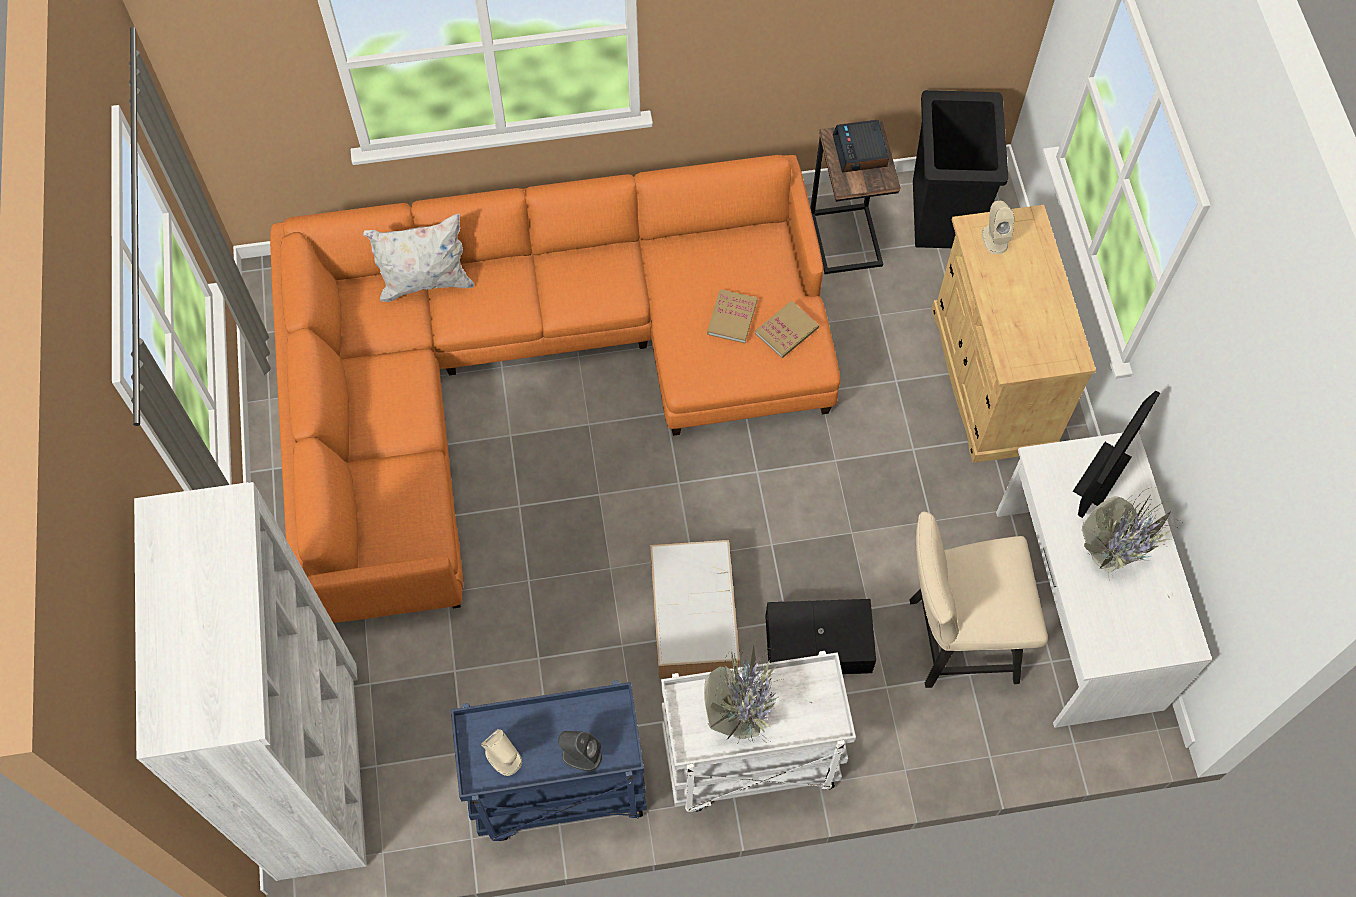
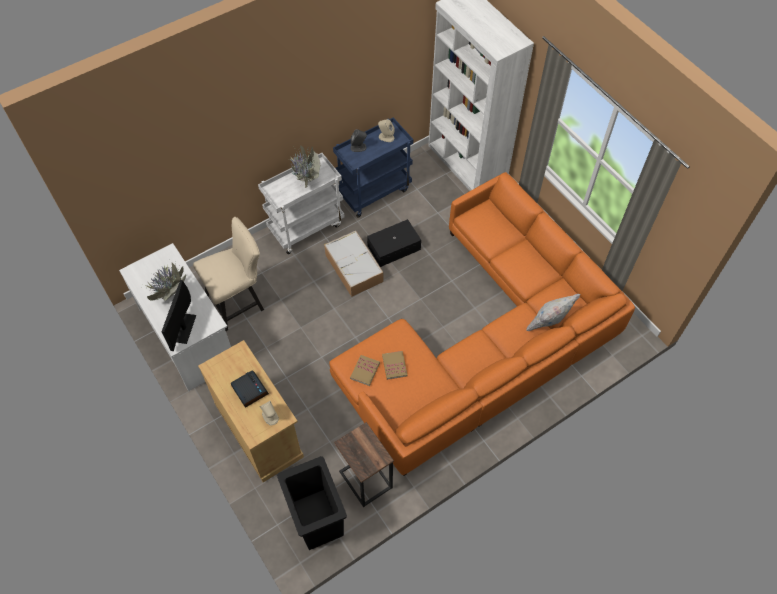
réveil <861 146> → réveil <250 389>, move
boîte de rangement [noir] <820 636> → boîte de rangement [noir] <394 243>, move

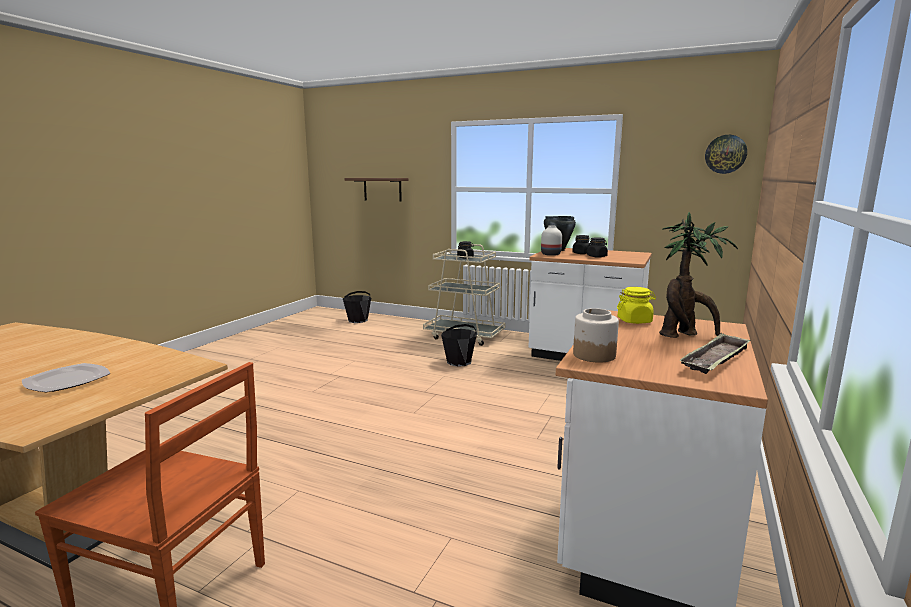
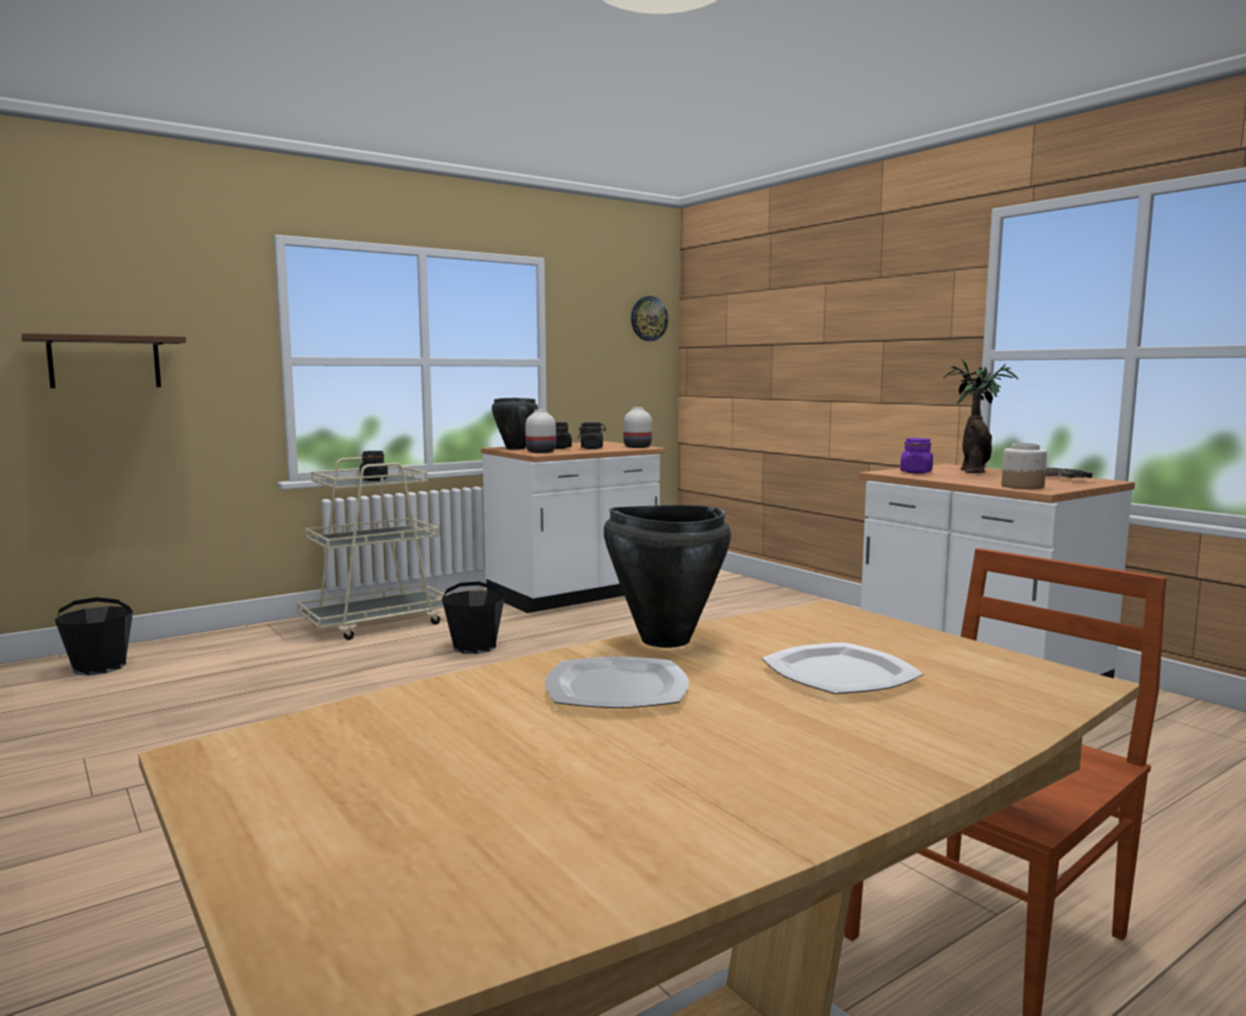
bocal [jaune] <636 305> → bocal [violet] <916 455>
- → vase [blanc] <638 427>
- → marmite [noir] <667 576>
- → assiette <617 682>

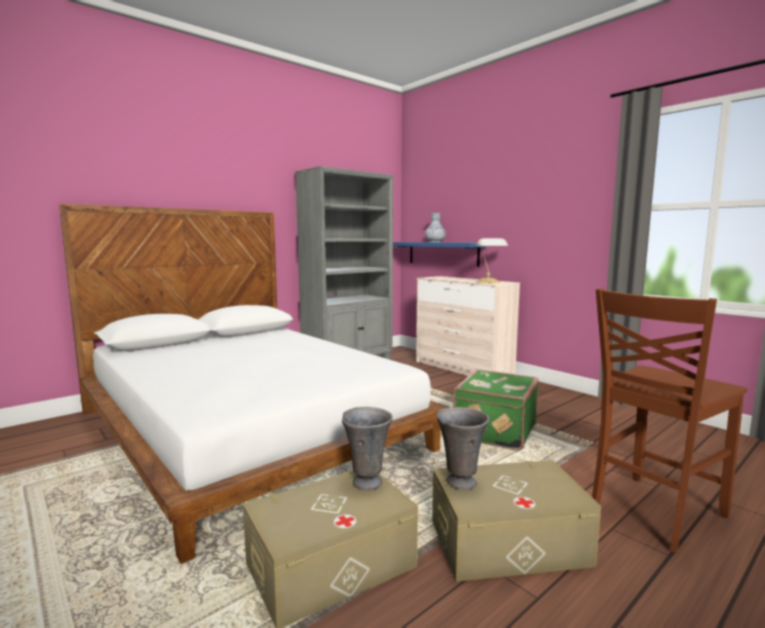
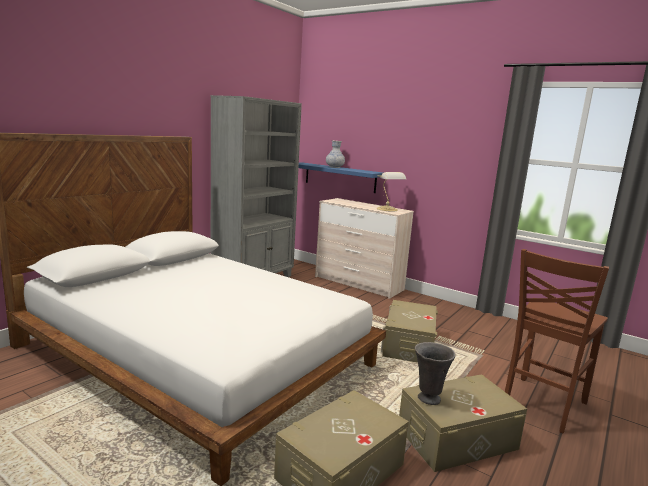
valise [vert] <496 410> → boîte de rangement [beige] <409 331>
vase [gris] <367 448> → -

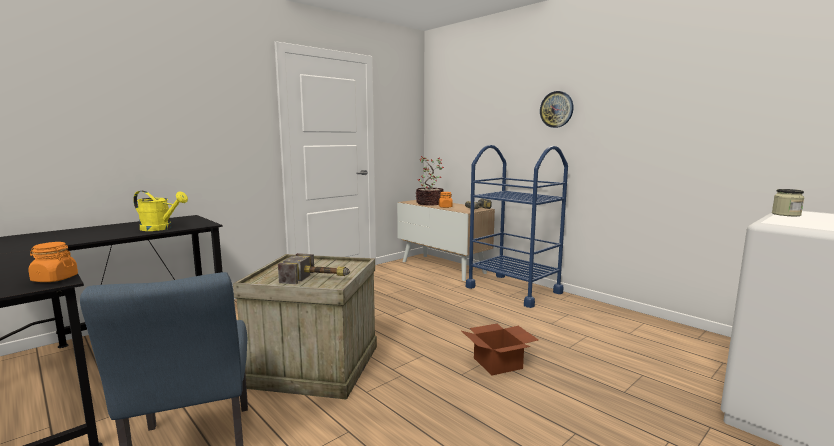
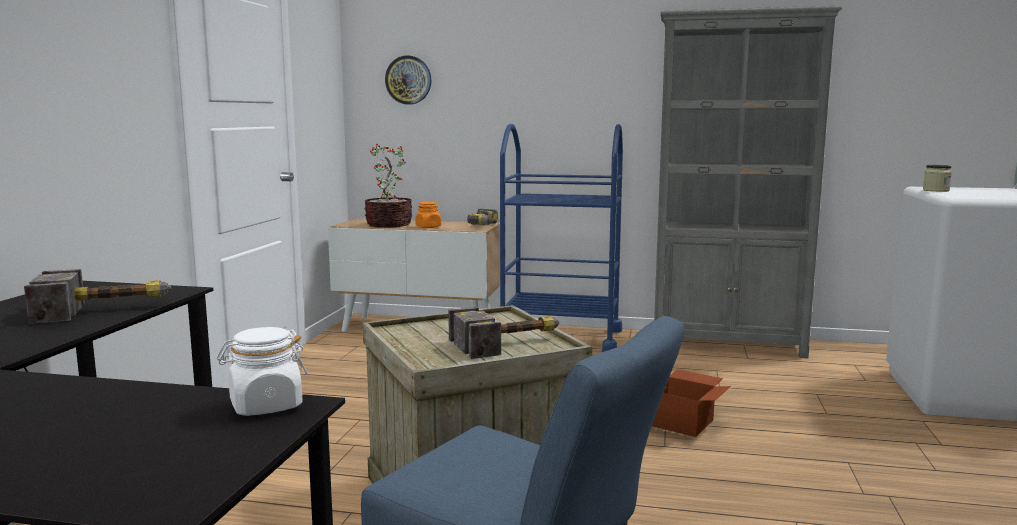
horloge murale <556 109> → horloge murale <408 80>, move
arrosoir [jaune] <160 211> → marteau <97 296>
bocal [orange] <53 262> → bocal [blanc] <262 371>
- → bibliothèque [gris] <748 182>

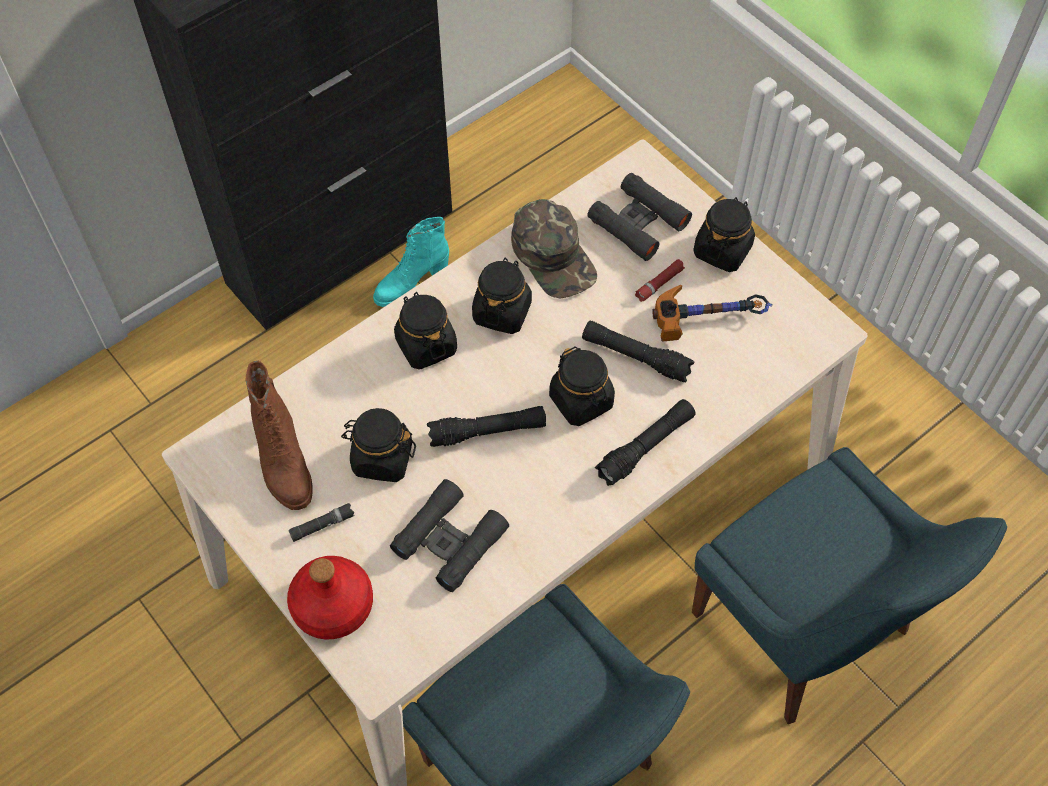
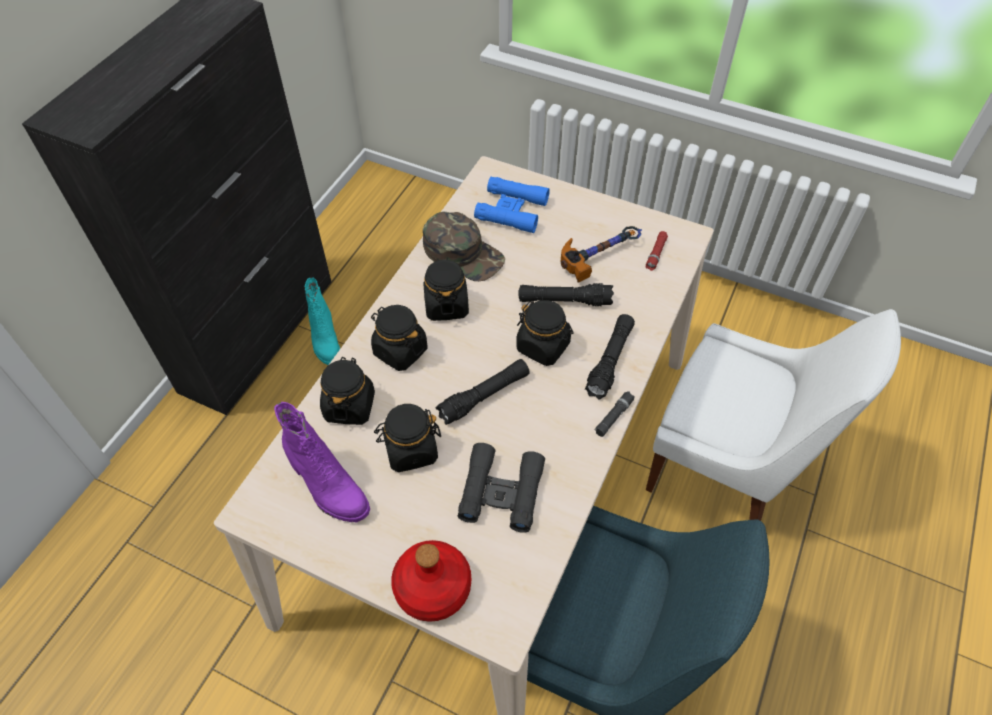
jumelles [noir] <639 217> → jumelles [bleu] <512 205>
bocal [noir] <724 234> → bocal [noir] <347 391>, move
botte [turquoise] <411 262> → botte [turquoise] <322 321>, 45 degrees counterclockwise
lampe de poche [rouge] <660 280> → lampe de poche [rouge] <657 251>, move
botte [marron] <279 435> → botte [violet] <322 462>
chaise [bleu] <849 585> → chaise [blanc] <773 415>
lampe de poche [noir] <321 522> → lampe de poche [noir] <614 414>, move

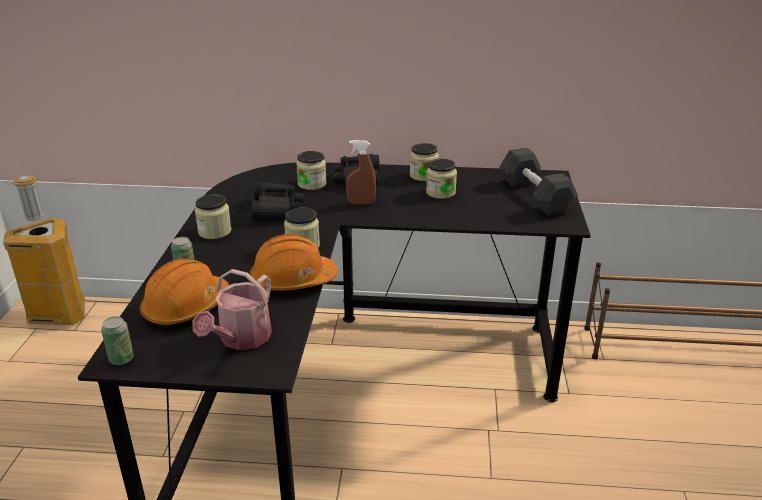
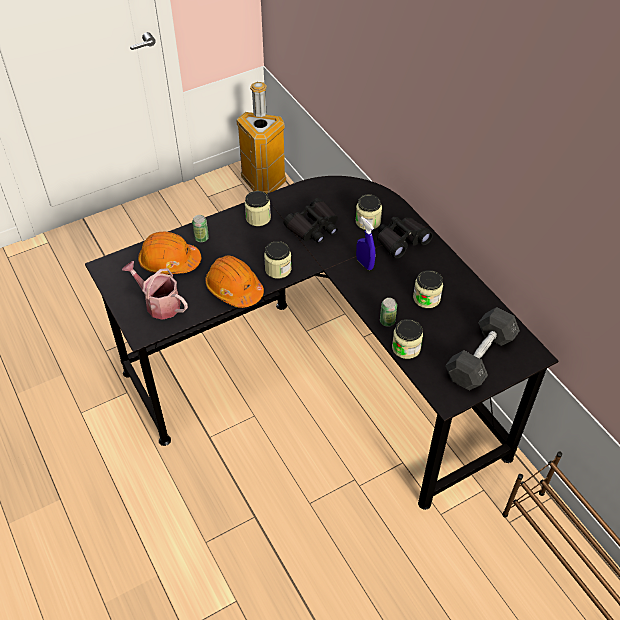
vaporisateur [marron] <361 172> → vaporisateur [bleu] <365 243>
bocal <424 162> → bocal <407 339>, move
arrosoir <232 309> → arrosoir <155 290>, 45 degrees clockwise
boîte métallique <117 340> → boîte métallique <388 312>, move

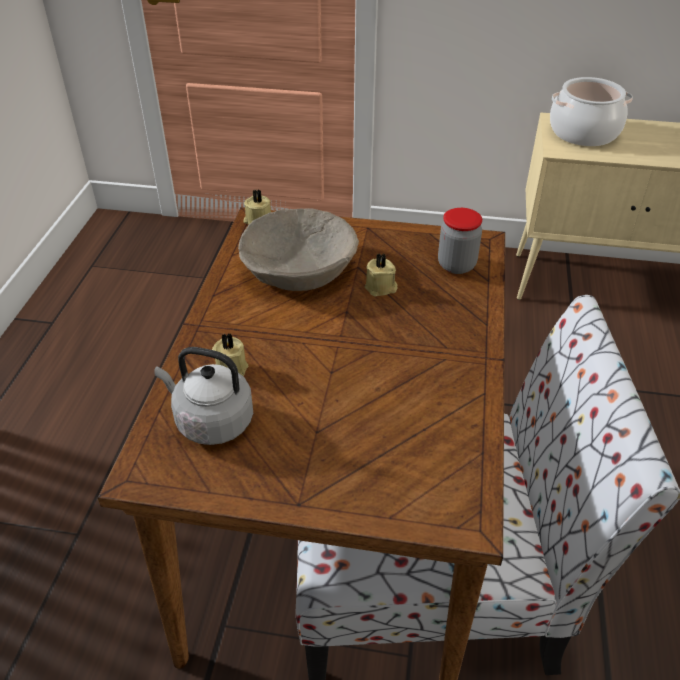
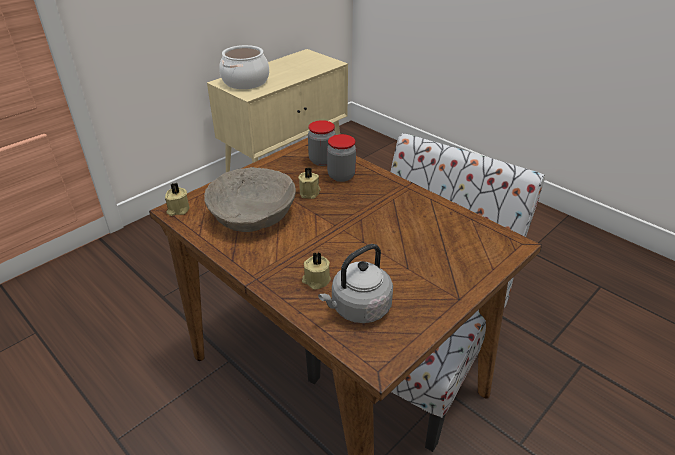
- → bocal <341 158>

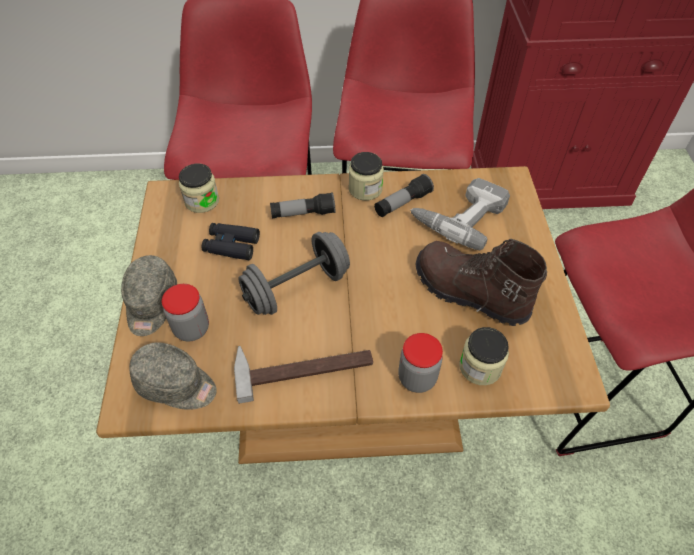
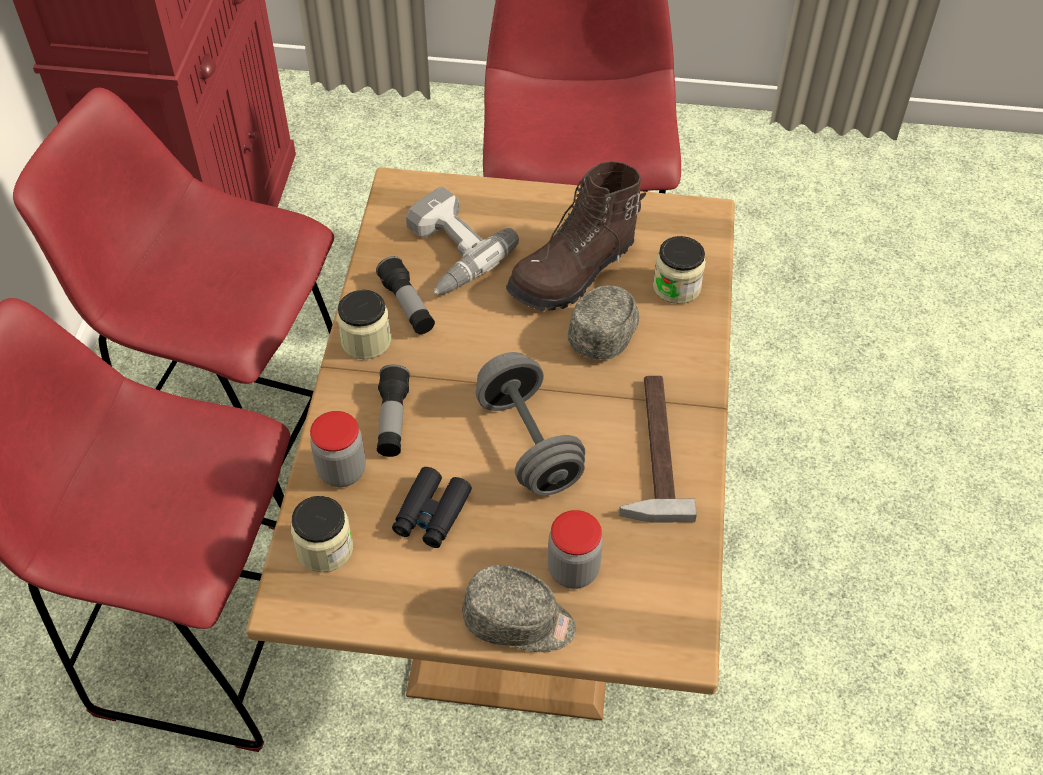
bocal <420 363> → bocal <338 449>, move
casquette [gris] <173 376> → casquette [gris] <603 322>, move

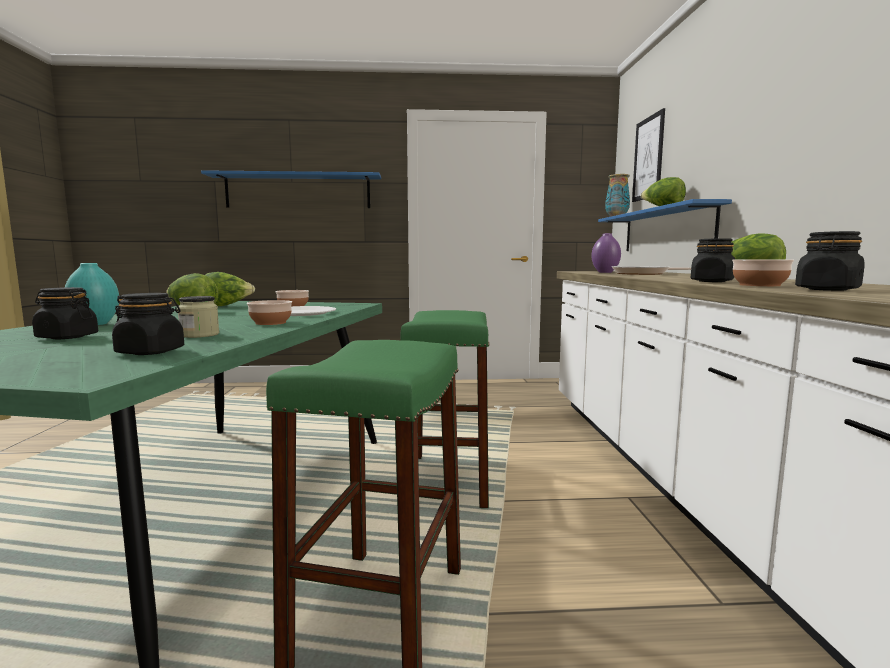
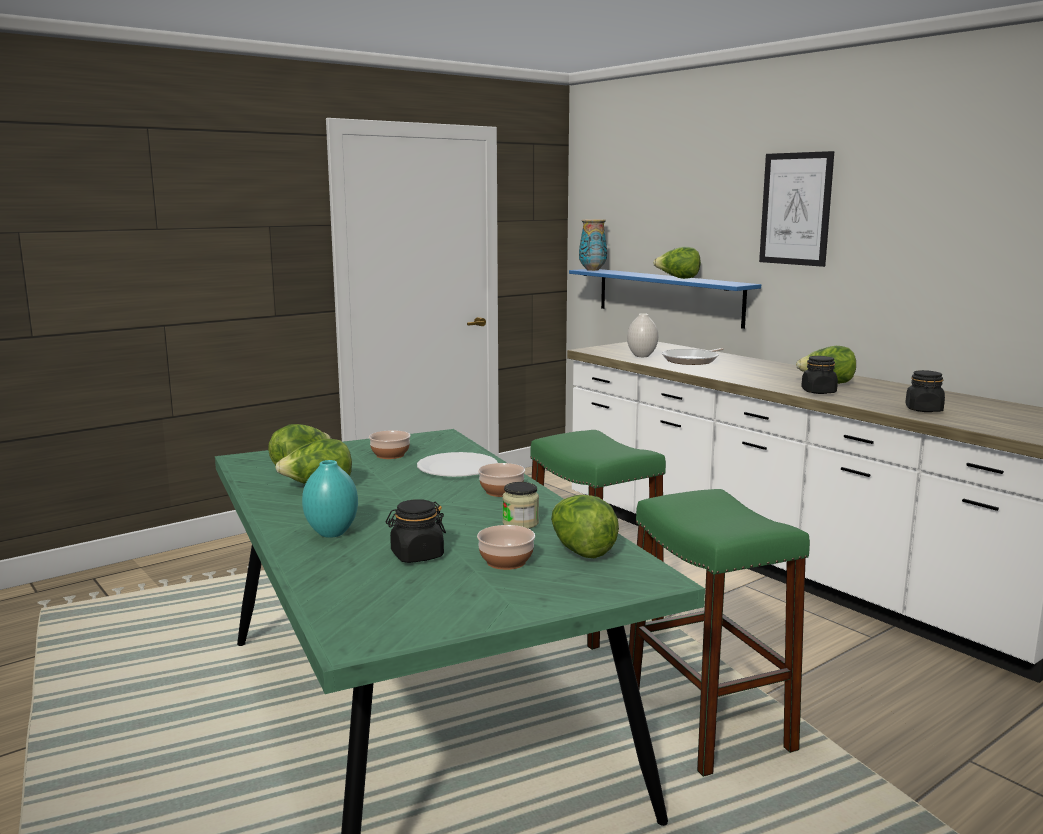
tableau <648 155> → tableau <796 209>, move
étagère [bleu] <291 189> → -
vase [violet] <606 253> → vase [blanc] <642 335>
bol <763 272> → bol <506 547>, move
bocal [noir] <148 324> → laitue <585 526>

